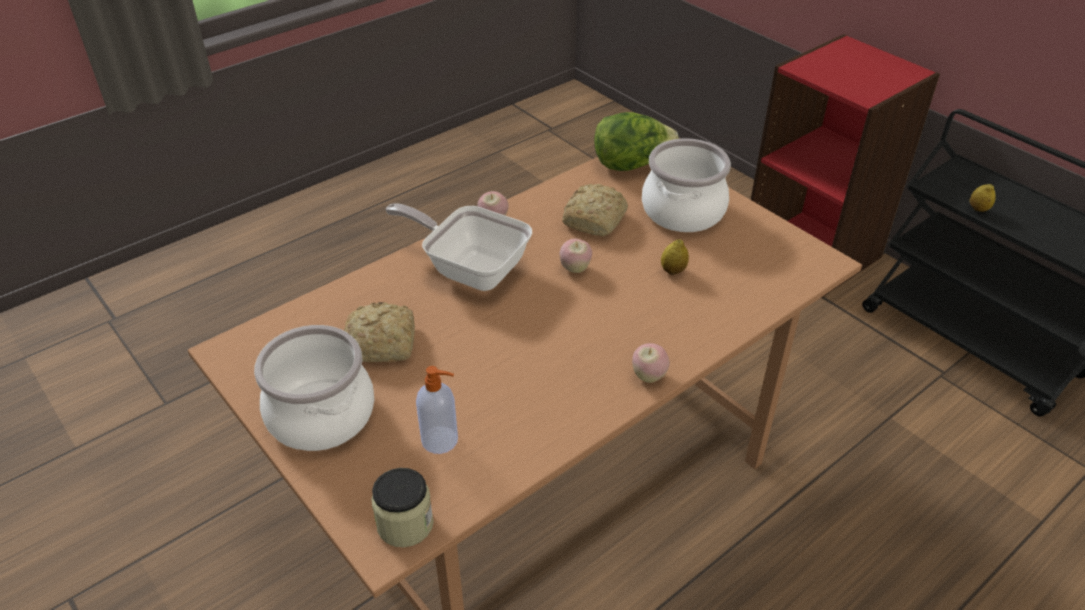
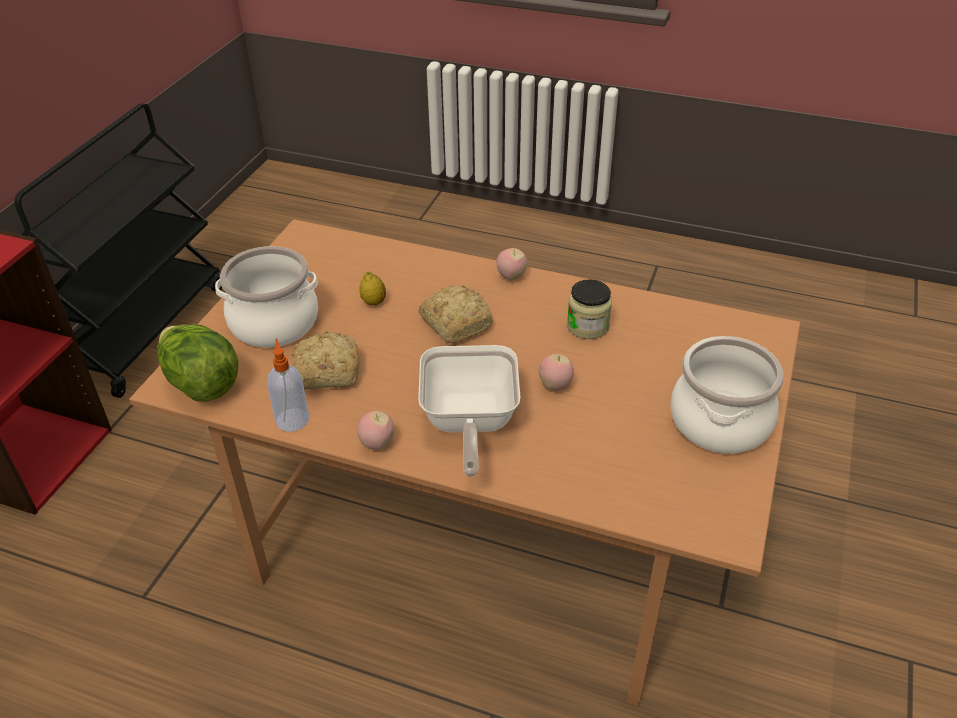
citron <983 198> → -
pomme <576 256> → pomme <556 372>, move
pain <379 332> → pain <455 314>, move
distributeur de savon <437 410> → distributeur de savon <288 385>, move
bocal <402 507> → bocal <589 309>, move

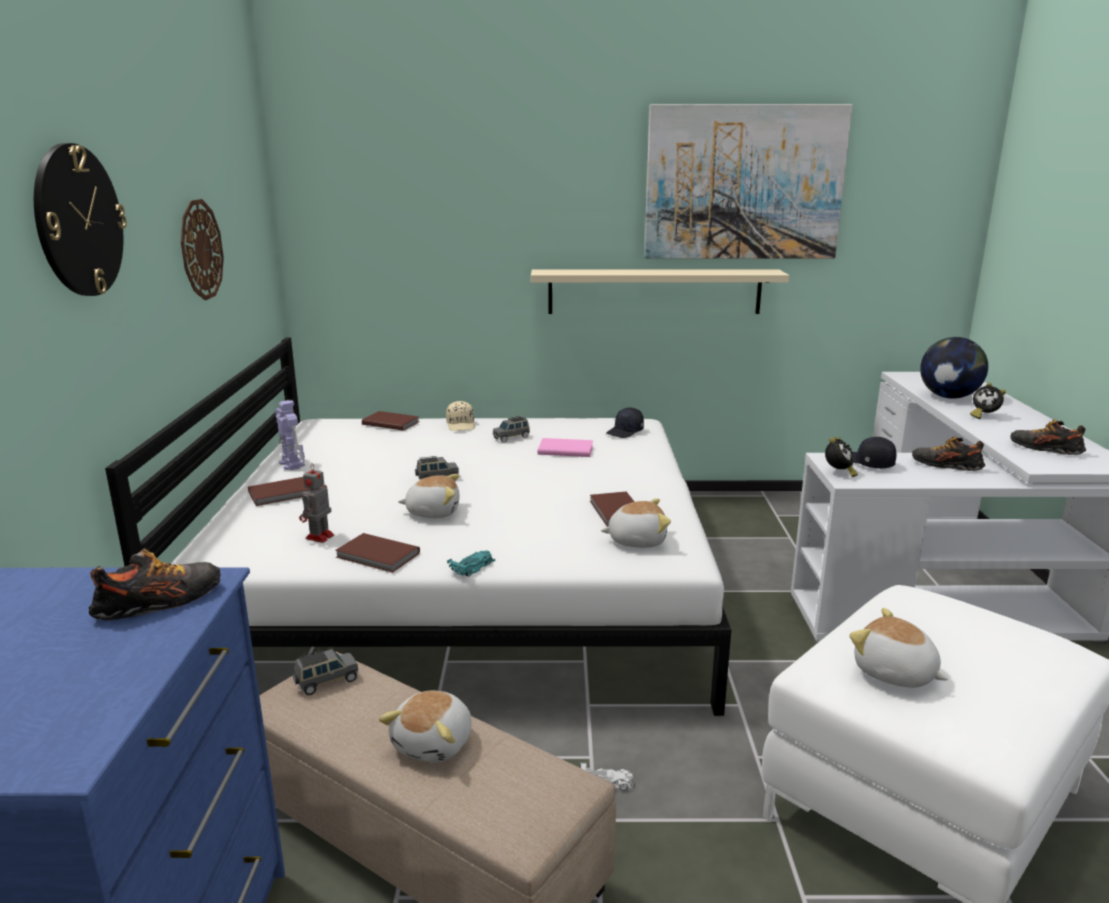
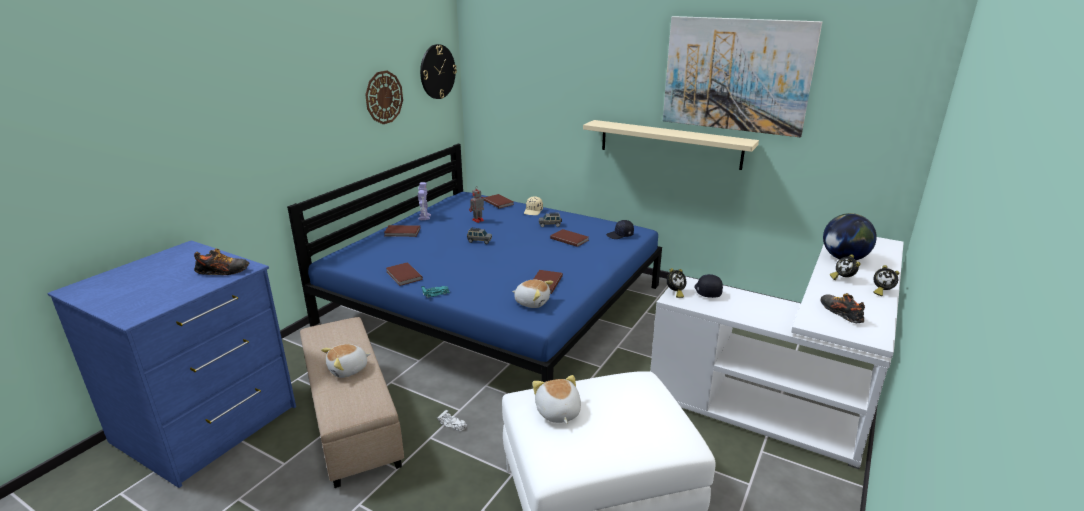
horloge murale <80 219> → horloge murale <438 71>, move
lit [blanc] <418 527> → lit [bleu] <474 263>
chaussure <948 453> → -
livre [rose] <565 447> → livre [marron] <569 238>
robot jouet <316 503> → robot jouet <476 205>, move
peluche <428 496> → -
petite voiture [gris] <326 672> → -
- → réveil <886 280>

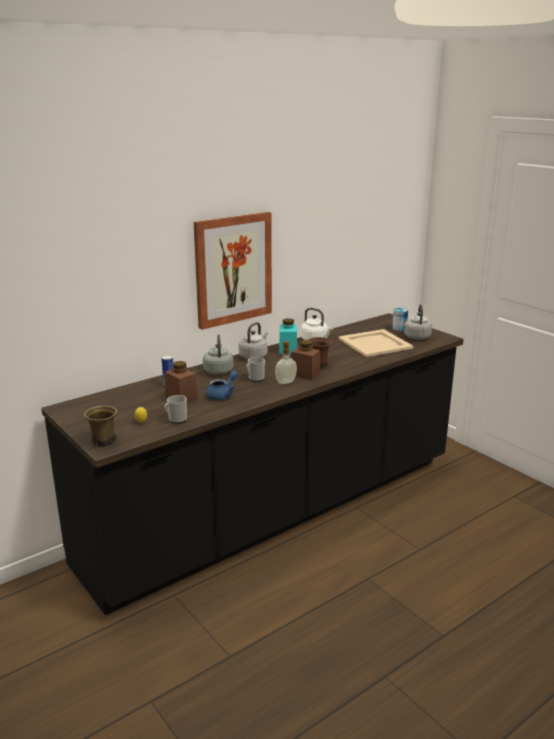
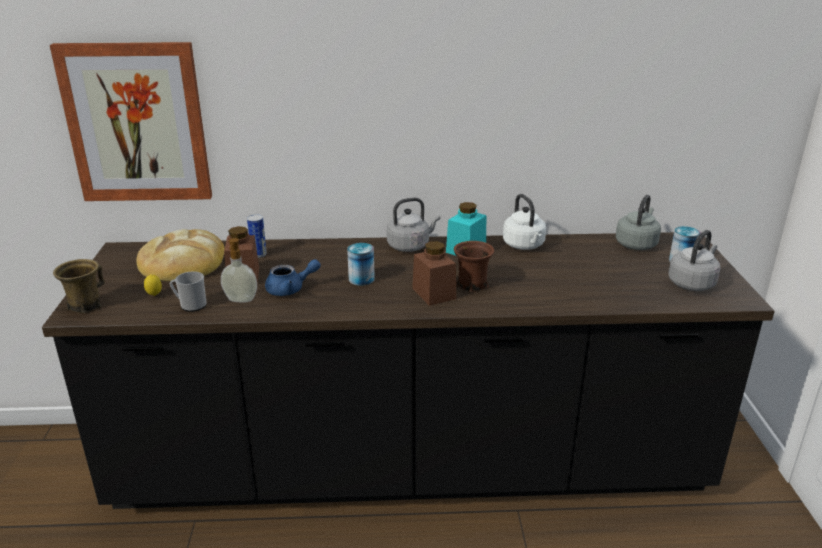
tableau <233 271> → tableau <131 121>, move
plateau [beige] <376 343> → -
bouilloire [gris] <218 354> → bouilloire [gris] <638 222>, move
distributeur de savon <286 362> → distributeur de savon <239 270>, move
mug <255 369> → boîte métallique <361 264>
- → pain <180 255>

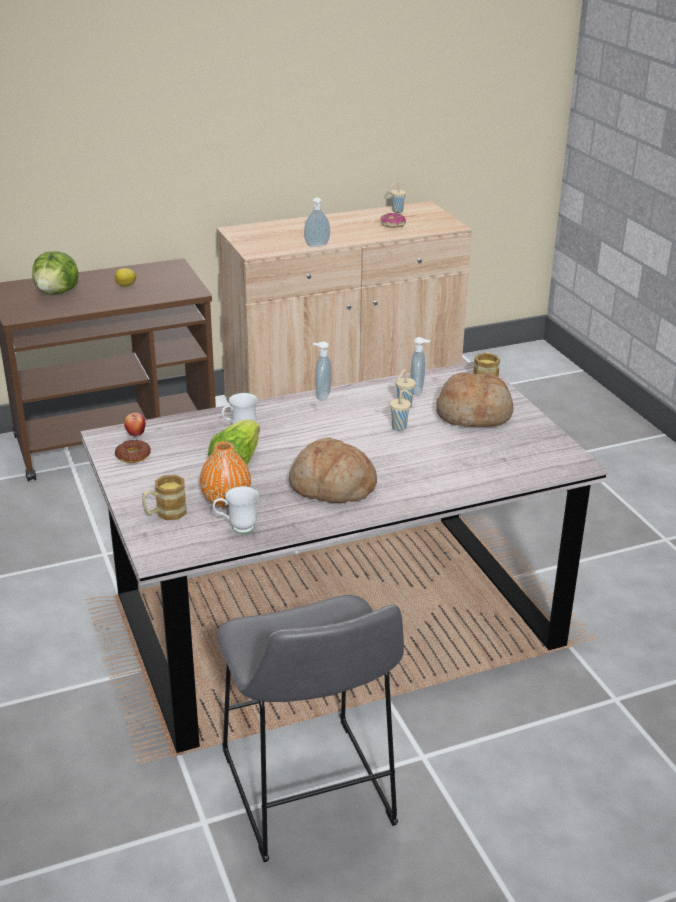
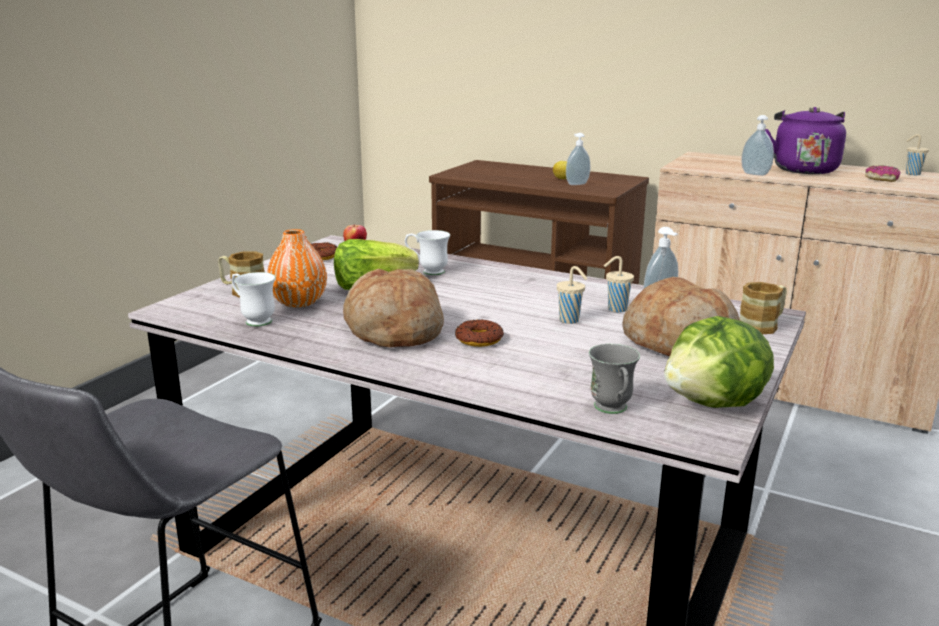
laitue <55 273> → laitue <719 362>, move
distributeur de savon <322 371> → distributeur de savon <578 159>, move
- → bouilloire [violet] <805 140>
- → beignet <479 333>
- → mug [gris] <614 379>

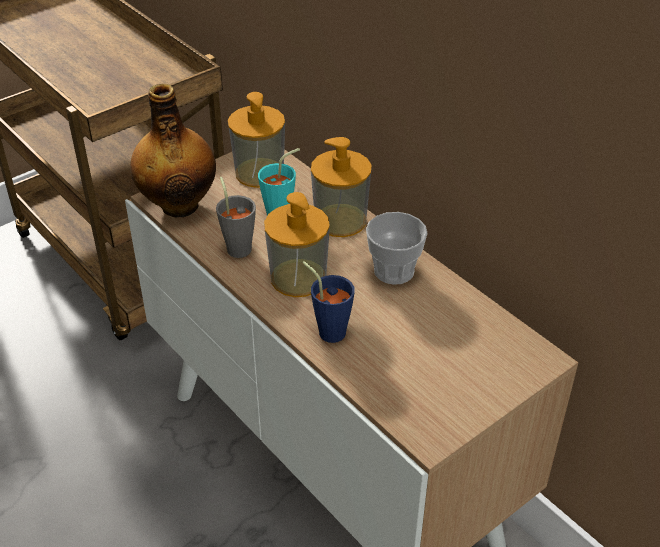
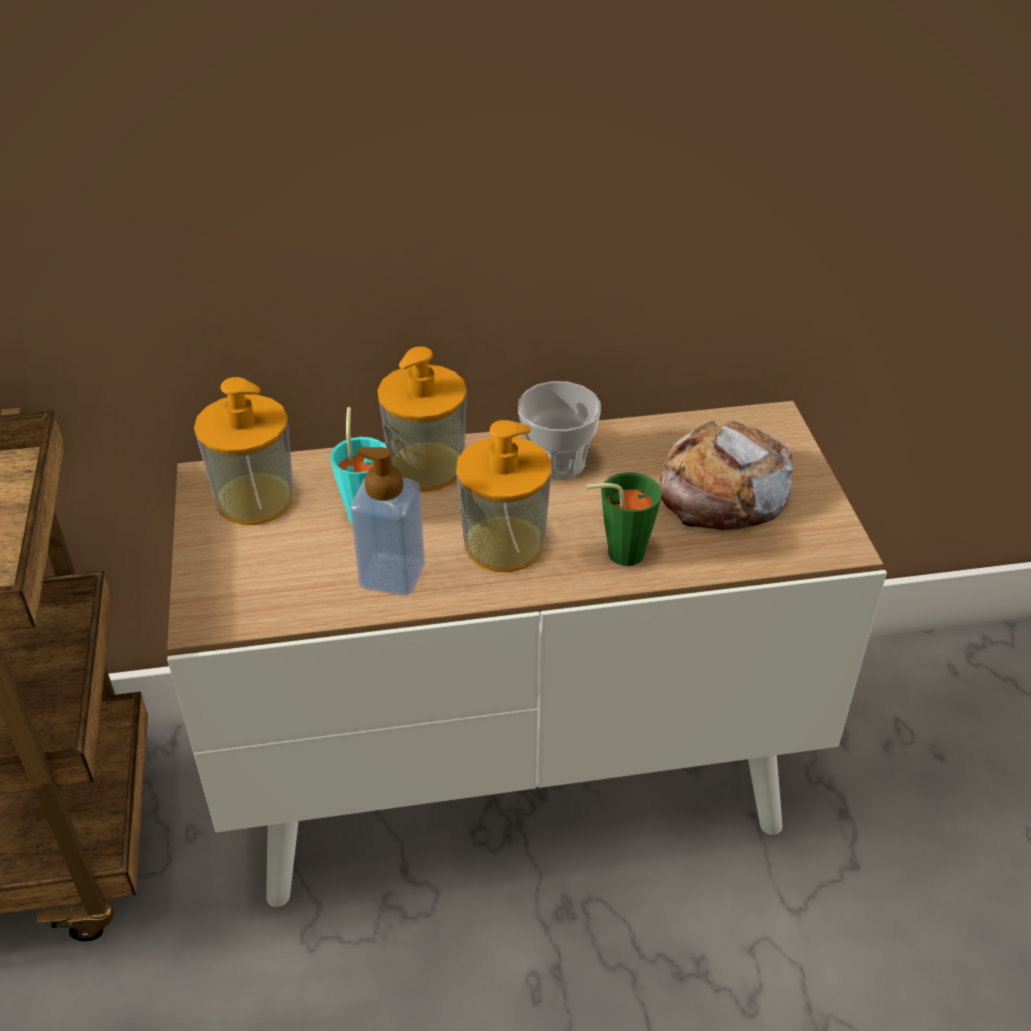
bouteille <173 150> → -
tasse [gris] <236 217> → distributeur de savon <387 521>
tasse [bleu] <328 302> → tasse [vert] <624 519>
- → pain <726 475>

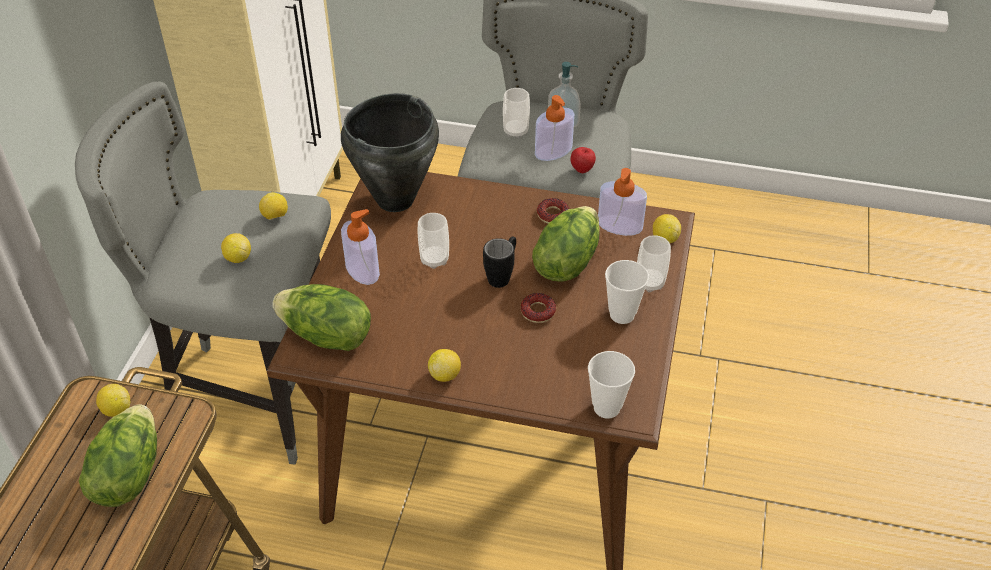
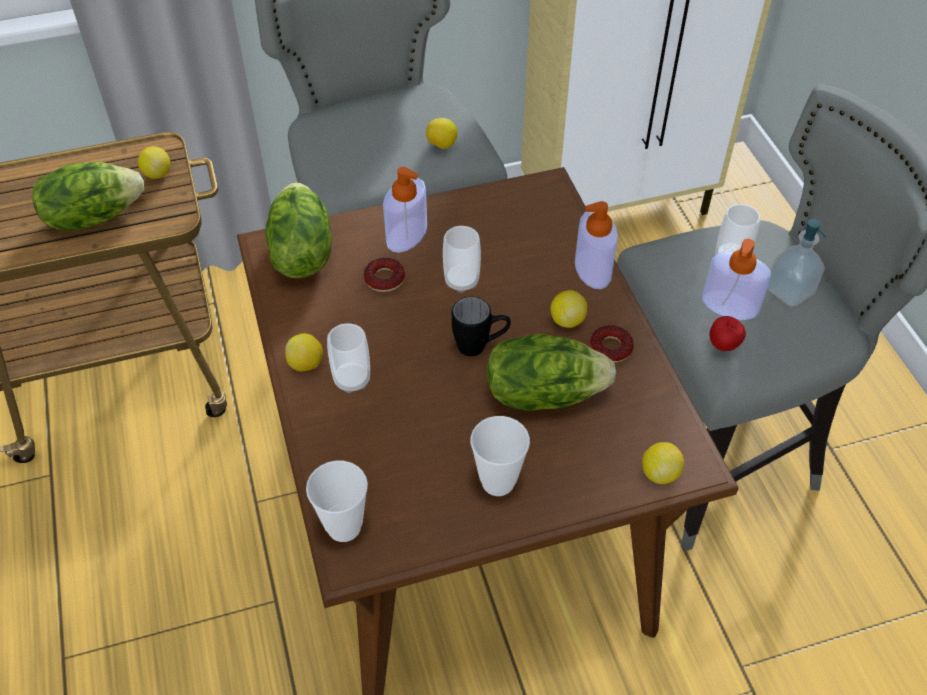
marmite [noir] <390 152> → -
distributeur de savon <622 202> → distributeur de savon <596 245>, move
citron <236 248> → citron <568 309>, move
tasse <654 263> → tasse <348 358>, move
beignet <538 308> → beignet <384 275>, move

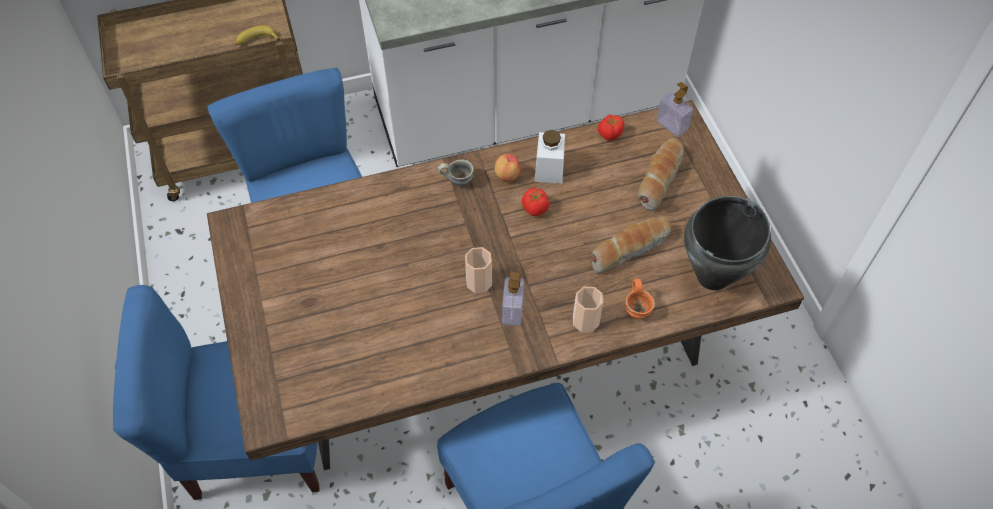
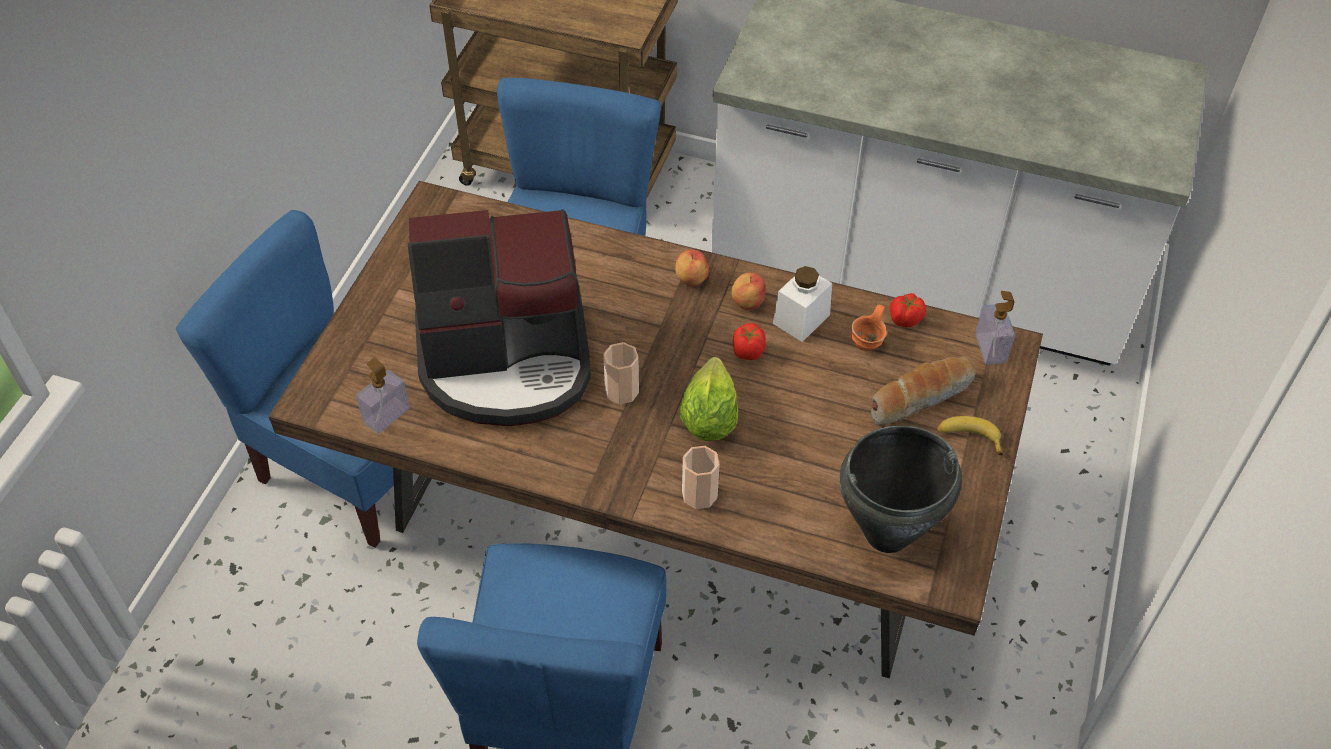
banane <257 35> → banane <969 435>, move
mug [gris] <456 173> → pomme <692 268>
pain <631 245> → -
distributeur de savon <513 298> → distributeur de savon <383 396>, move
mug [orange] <640 299> → mug [orange] <869 328>, move
- → machine à café <499 317>
- → laitue <709 399>

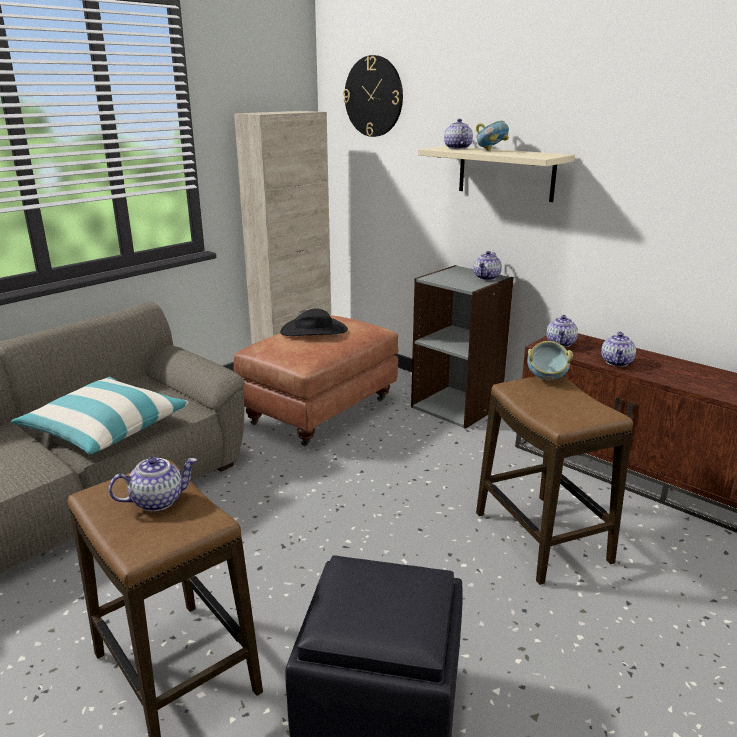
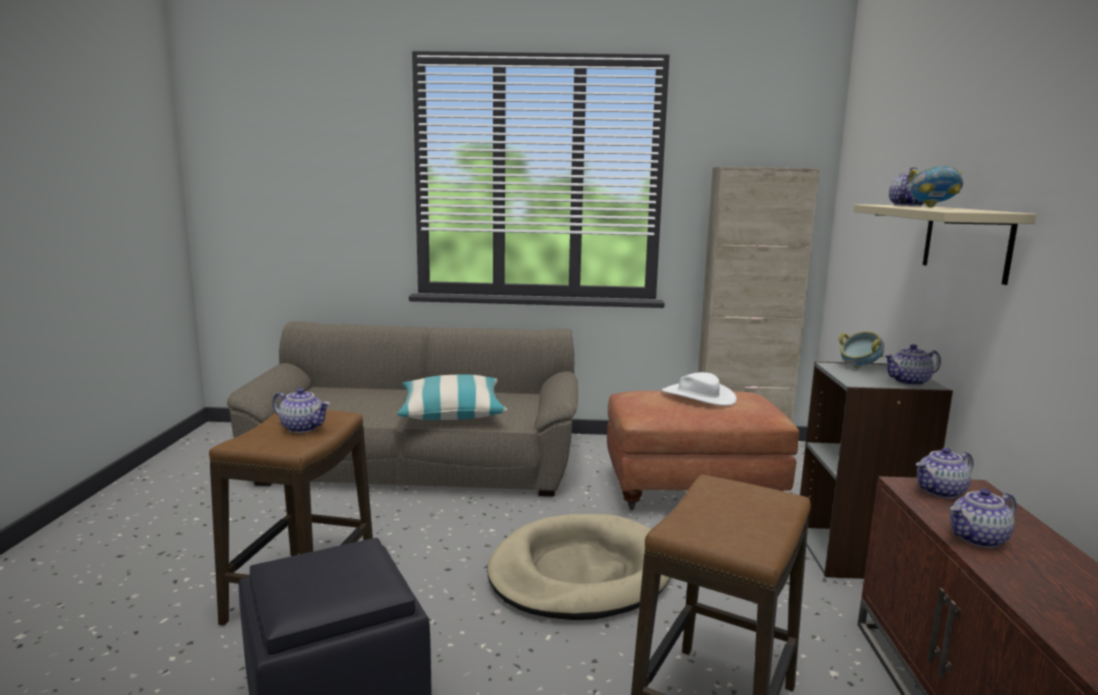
horloge murale <373 96> → -
chapeau [noir] <314 322> → chapeau [blanc] <699 389>
bol <550 361> → bol <862 350>, move
- → panier pour chien [beige] <579 567>

